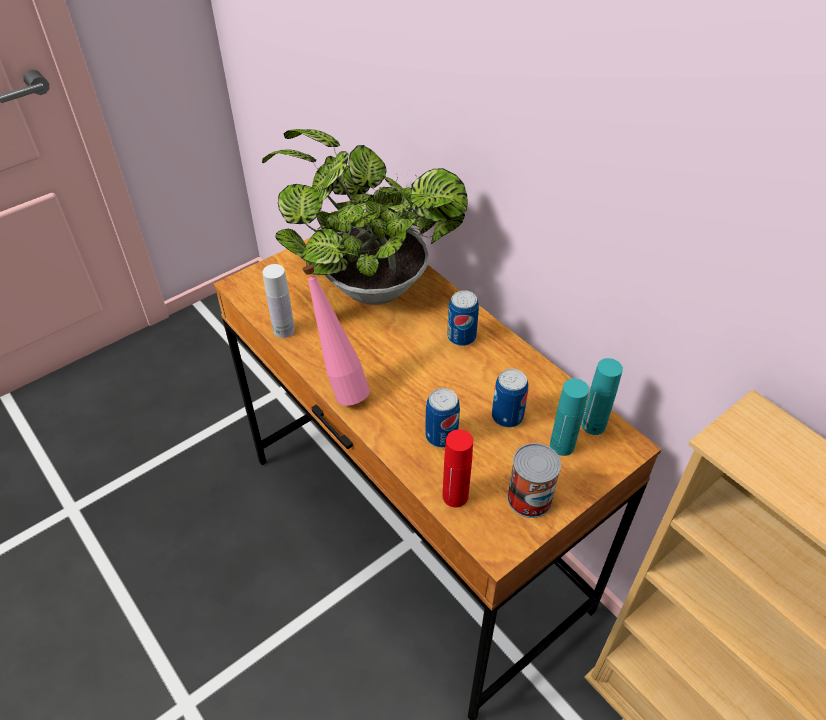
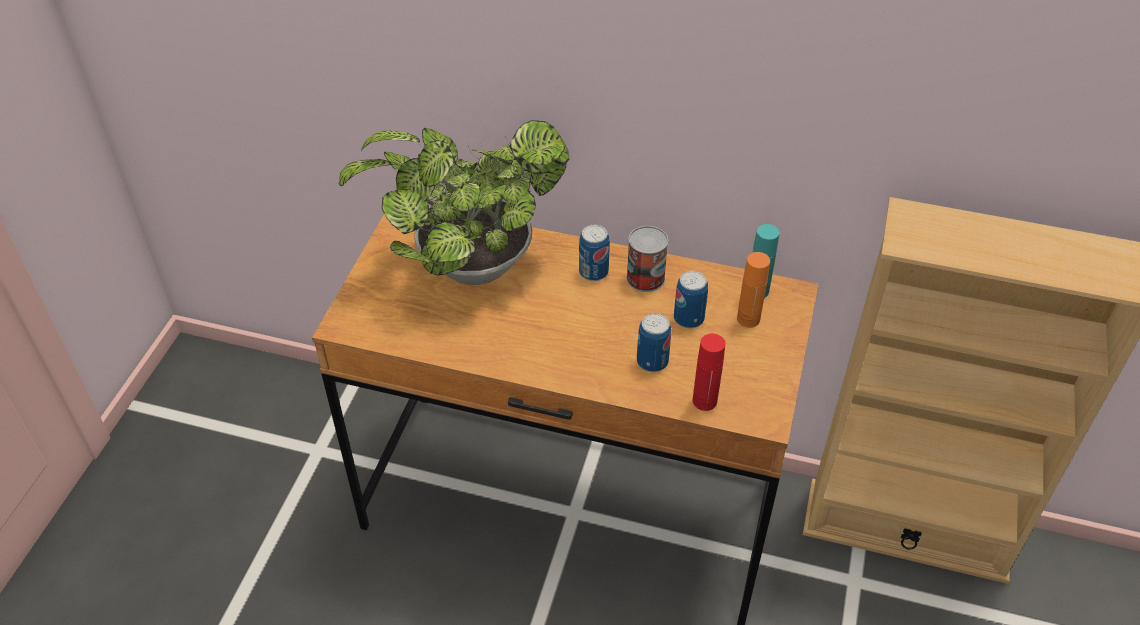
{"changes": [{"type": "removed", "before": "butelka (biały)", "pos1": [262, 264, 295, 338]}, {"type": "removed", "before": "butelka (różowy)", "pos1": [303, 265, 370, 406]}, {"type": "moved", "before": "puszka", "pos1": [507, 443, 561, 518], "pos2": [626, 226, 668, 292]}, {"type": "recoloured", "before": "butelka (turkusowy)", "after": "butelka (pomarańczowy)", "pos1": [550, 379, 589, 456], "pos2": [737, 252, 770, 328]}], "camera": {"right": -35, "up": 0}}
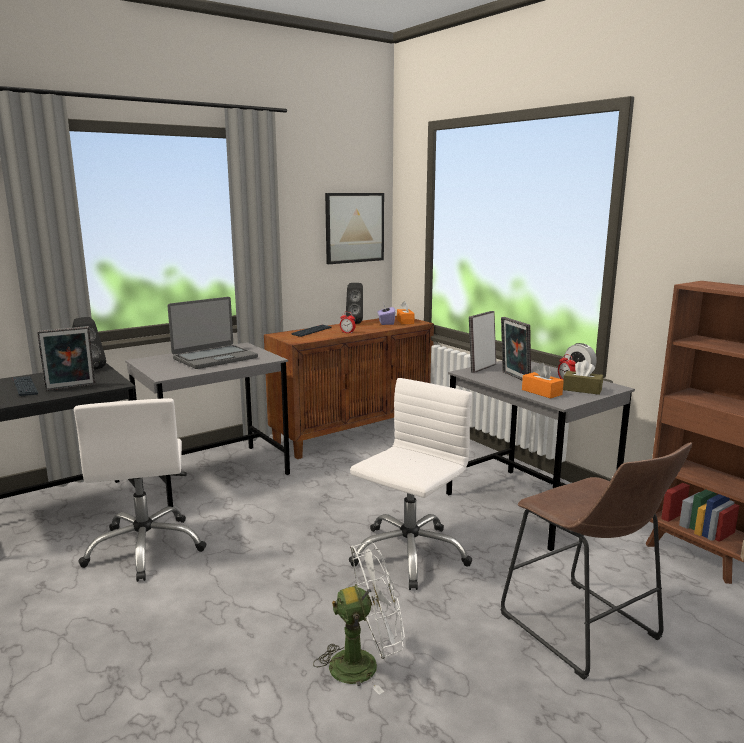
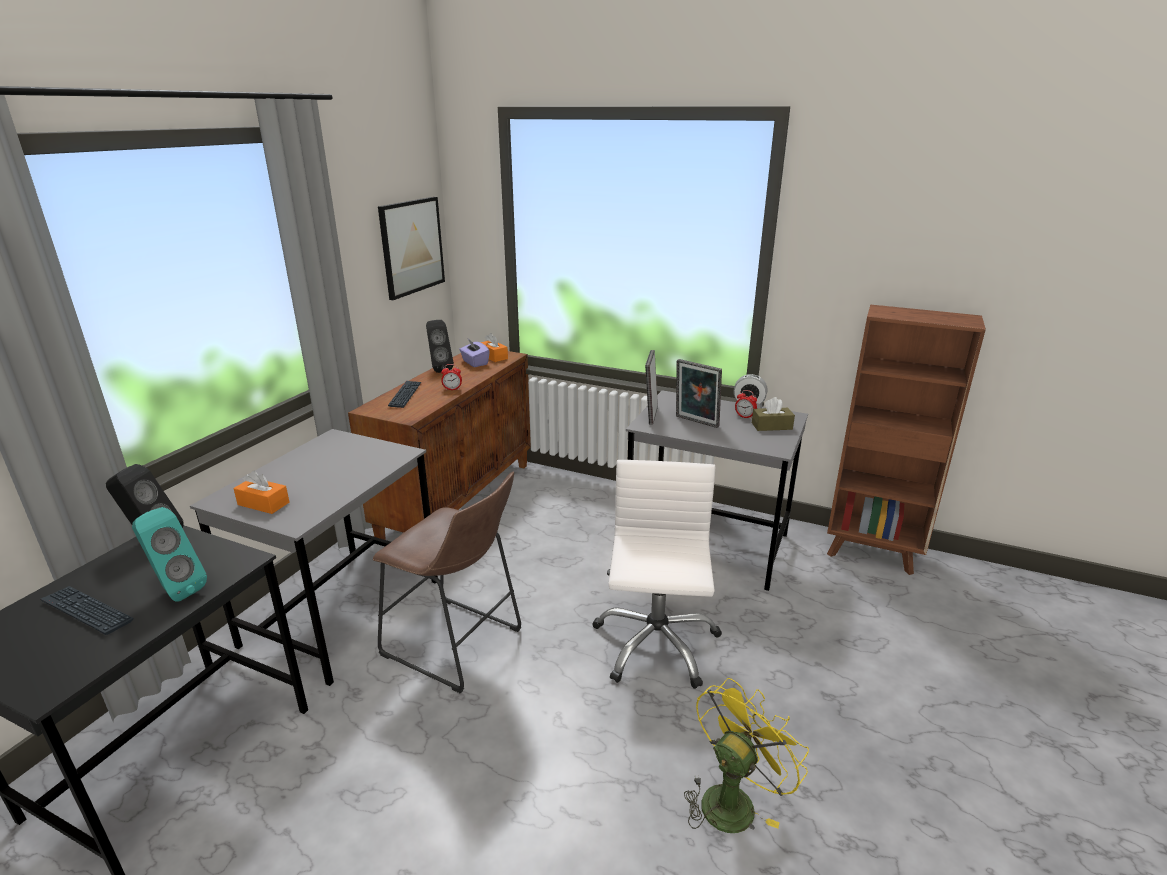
{"changes": [{"type": "replaced", "before": "ramka na zdjęcie", "after": "głośnik (turkusowy)", "pos1": [37, 326, 96, 391], "pos2": [132, 507, 207, 601]}, {"type": "removed", "before": "krzesło biurowe (biały)", "pos1": [74, 398, 207, 582]}, {"type": "removed", "before": "laptop", "pos1": [168, 297, 258, 369]}, {"type": "recoloured", "before": "wentylator (biały)", "after": "wentylator (żółty)", "pos1": [313, 542, 405, 695], "pos2": [684, 678, 809, 833]}, {"type": "moved", "before": "stołek (brązowy)", "pos1": [500, 442, 692, 680], "pos2": [373, 472, 521, 694]}, {"type": "moved", "before": "pudełko chusteczek (pomarańczowy)", "pos1": [522, 363, 564, 399], "pos2": [233, 471, 290, 514]}], "camera": {"right": -30, "up": 10}}
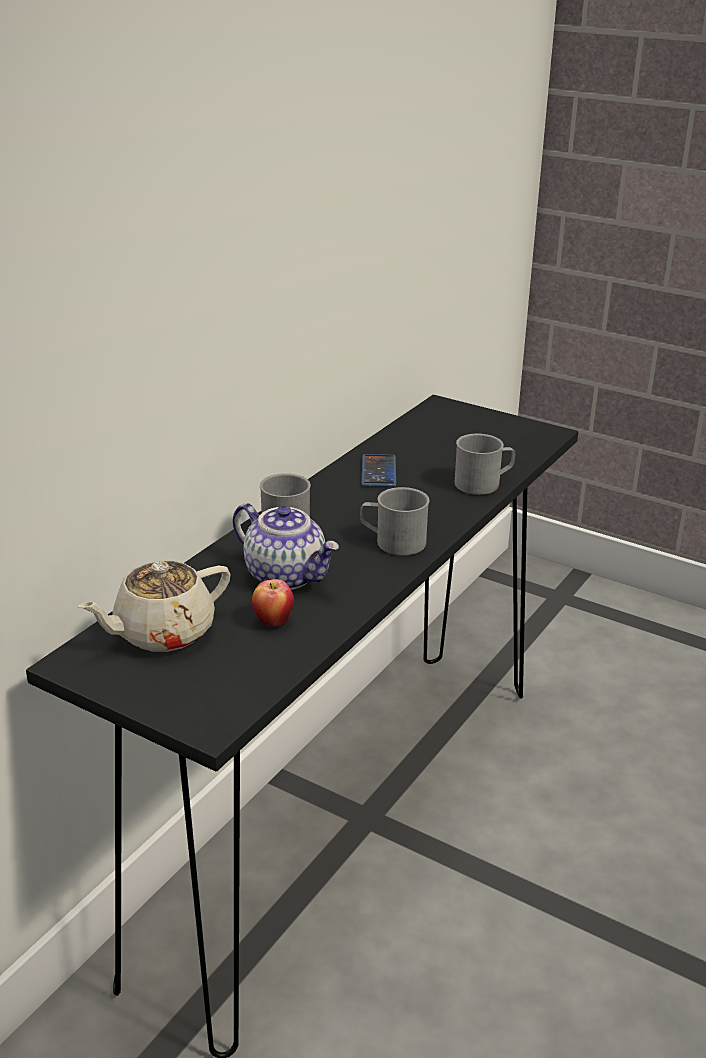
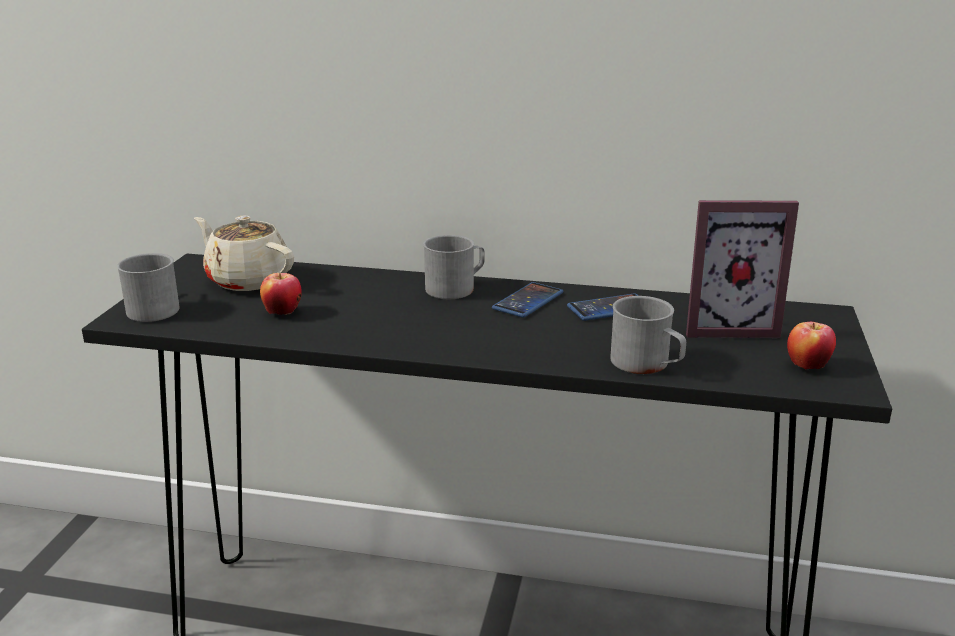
{"changes": [{"type": "removed", "before": "imbryk", "pos1": [233, 503, 339, 590]}, {"type": "moved", "before": "kubek (szary)", "pos1": [360, 487, 430, 556], "pos2": [117, 253, 179, 322]}, {"type": "added", "after": "telefon", "pos2": [492, 282, 563, 318]}, {"type": "added", "after": "ramka na zdjęcie", "pos2": [686, 200, 799, 338]}, {"type": "added", "after": "jabłko", "pos2": [787, 322, 836, 370]}], "camera": {"right": 70, "up": -5}}
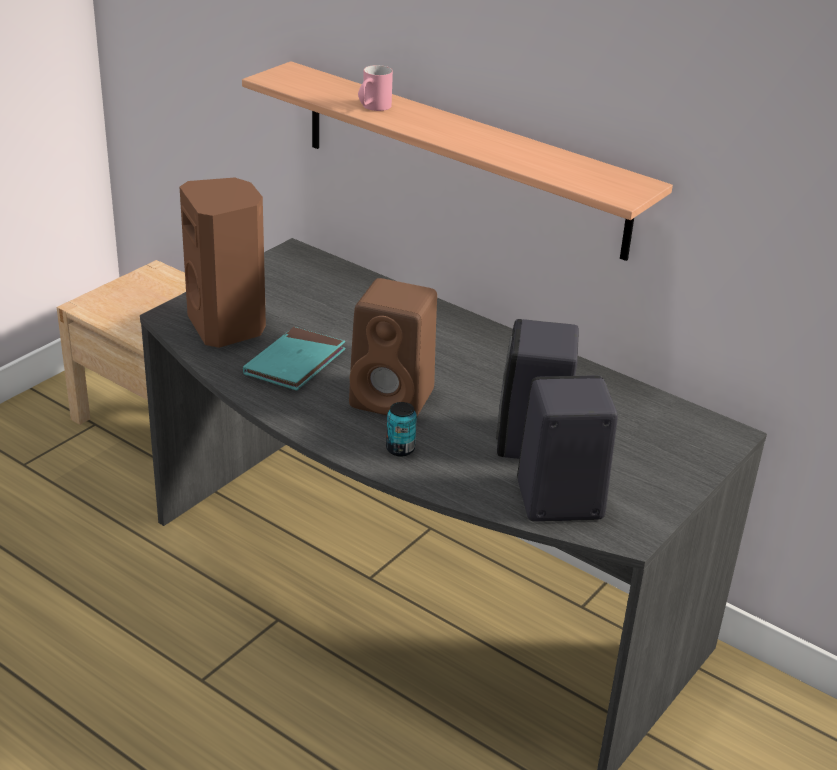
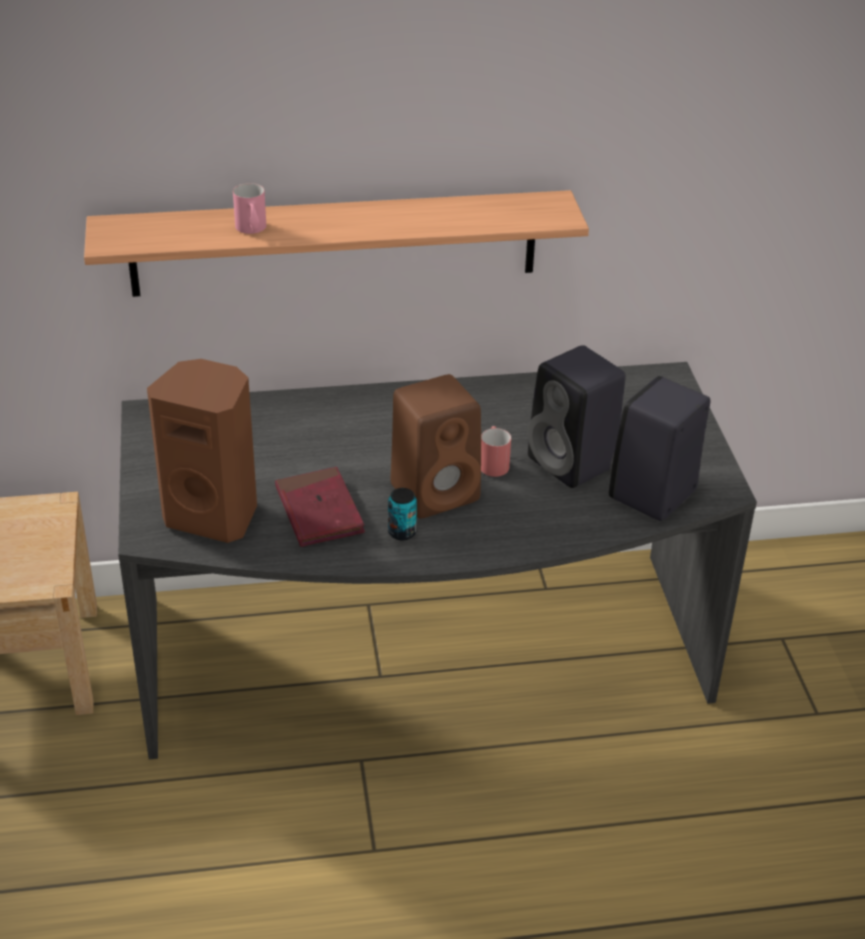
{"changes": [{"type": "recoloured", "before": "książka (turkusowy)", "after": "książka (czerwony)", "pos1": [243, 327, 346, 390], "pos2": [275, 467, 365, 547]}, {"type": "moved", "before": "puszka", "pos1": [386, 402, 417, 456], "pos2": [388, 488, 417, 540]}, {"type": "added", "after": "kubek (czerwony)", "pos2": [481, 426, 511, 477]}], "camera": {"right": -45, "up": 5}}
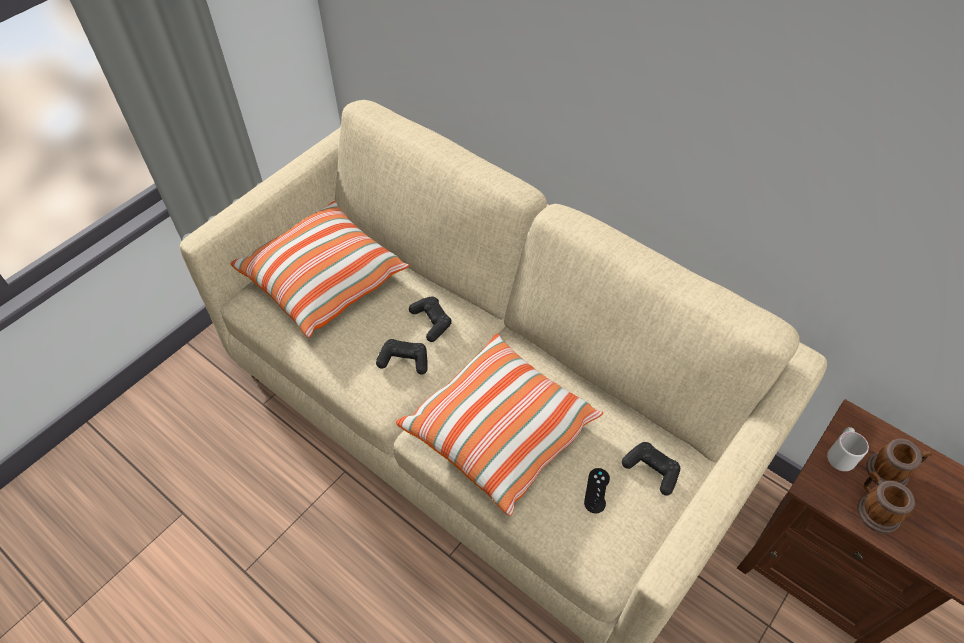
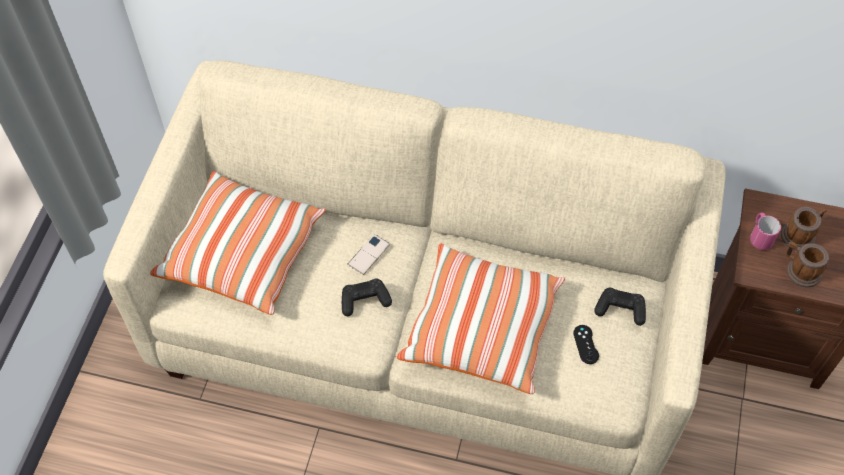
{"changes": [{"type": "replaced", "before": "pad do gier (czarny)", "after": "telefon", "pos1": [409, 296, 452, 342], "pos2": [347, 234, 390, 275]}, {"type": "recoloured", "before": "kubek (biały)", "after": "kubek (różowy)", "pos1": [827, 427, 869, 471], "pos2": [750, 213, 781, 250]}], "camera": {"right": -25, "up": 5}}
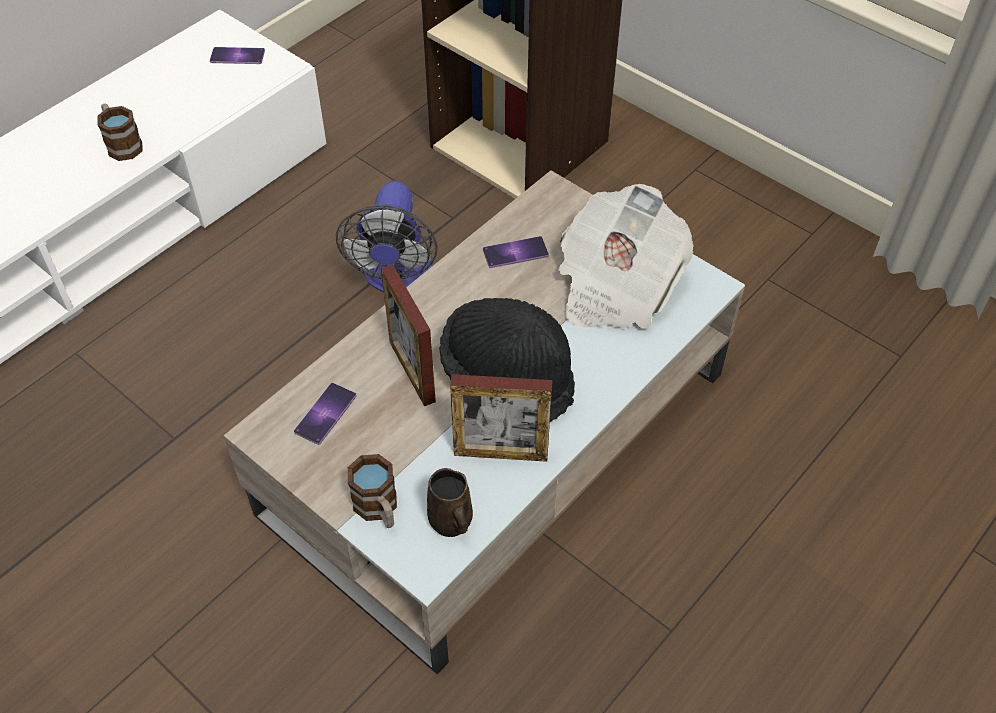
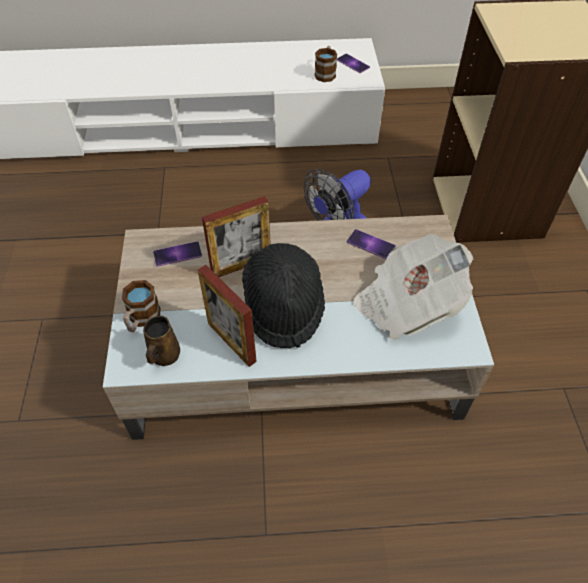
{"changes": [{"type": "moved", "before": "kubek", "pos1": [98, 104, 143, 161], "pos2": [315, 46, 337, 82]}, {"type": "turned", "before": "ramka na zdjęcie", "pos1": [381, 265, 436, 406], "pos2": [202, 196, 271, 277], "turn": -135}], "camera": {"right": 45, "up": 0}}
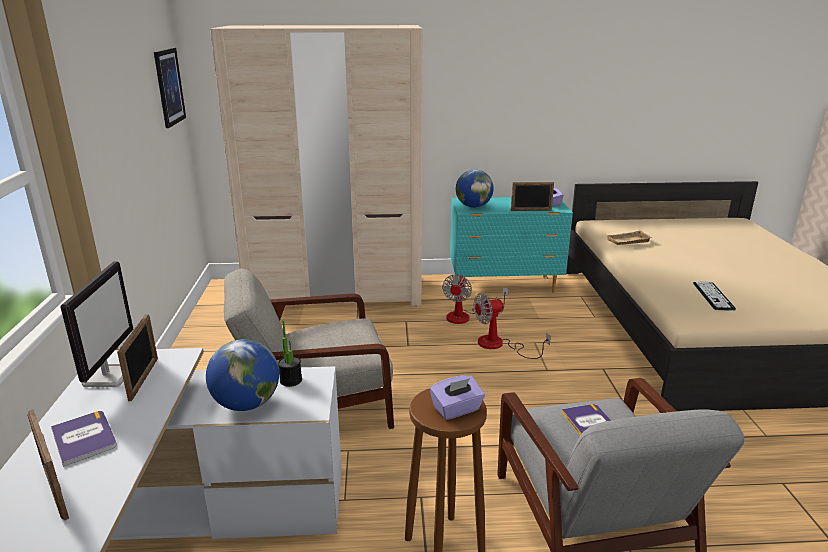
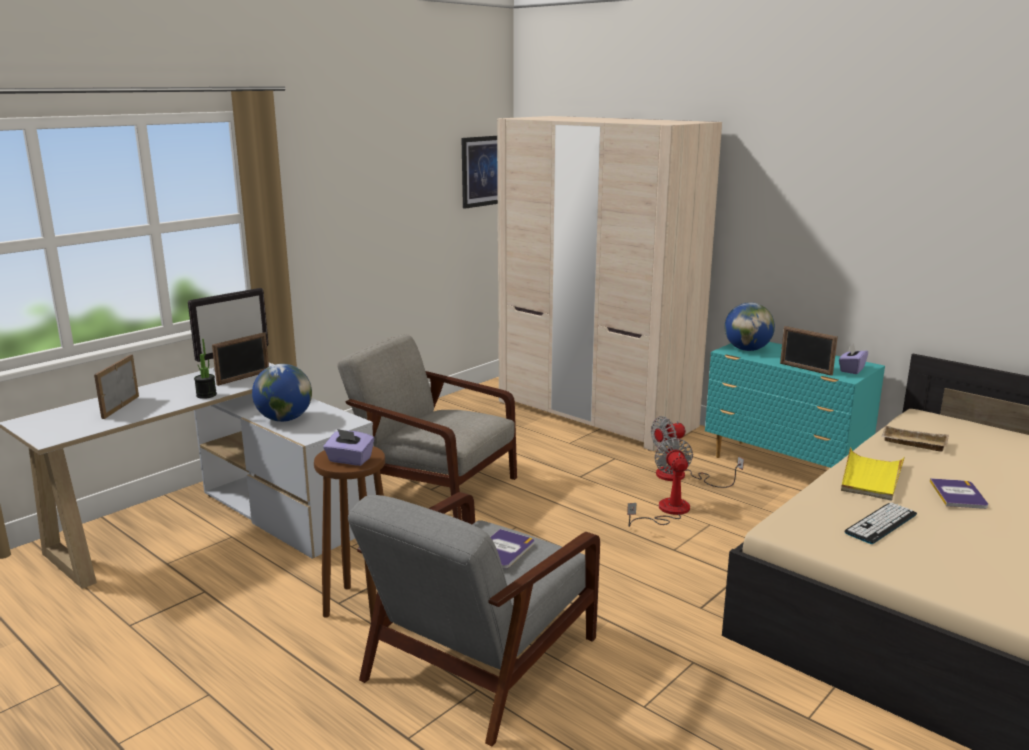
{"changes": [{"type": "moved", "before": "książka", "pos1": [51, 411, 117, 467], "pos2": [930, 478, 988, 509]}, {"type": "moved", "before": "roślina doniczkowa", "pos1": [278, 320, 302, 387], "pos2": [194, 339, 217, 399]}, {"type": "turned", "before": "wentylator", "pos1": [474, 293, 551, 359], "pos2": [627, 438, 693, 527], "turn": 60}, {"type": "added", "after": "taca (żółty)", "pos2": [841, 447, 905, 501]}], "camera": {"right": 45, "up": -5}}
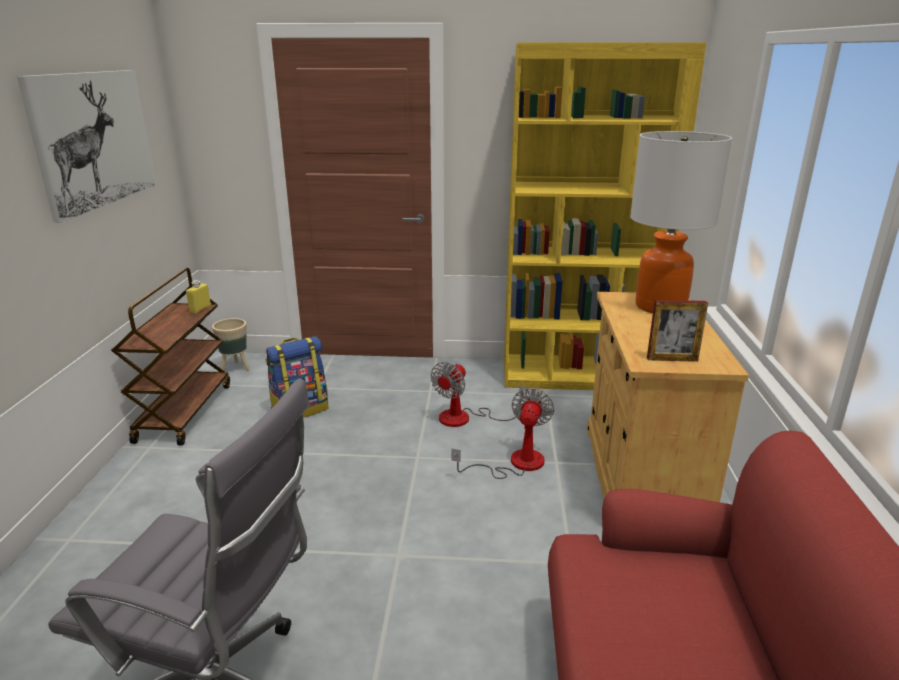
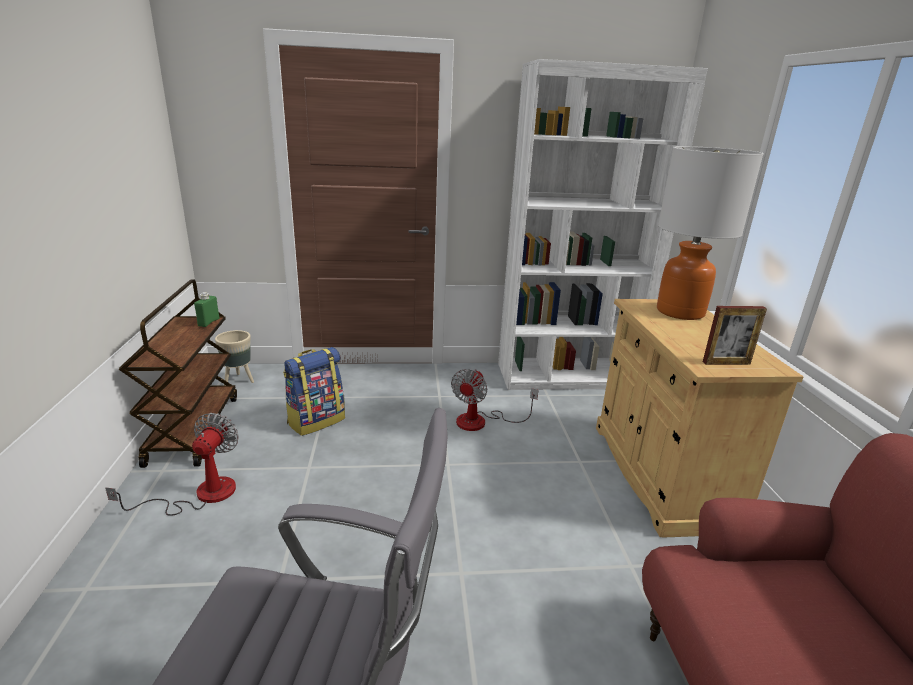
{"changes": [{"type": "removed", "before": "obraz", "pos1": [17, 70, 156, 223]}, {"type": "recoloured", "before": "butelka (żółty)", "after": "butelka (zielony)", "pos1": [186, 280, 211, 314], "pos2": [194, 292, 220, 327]}, {"type": "moved", "before": "wentylator", "pos1": [451, 388, 554, 479], "pos2": [105, 413, 239, 516]}, {"type": "recoloured", "before": "regał (żółty)", "after": "regał (biały)", "pos1": [504, 42, 706, 390], "pos2": [498, 59, 708, 390]}], "camera": {"right": -10, "up": 0}}
